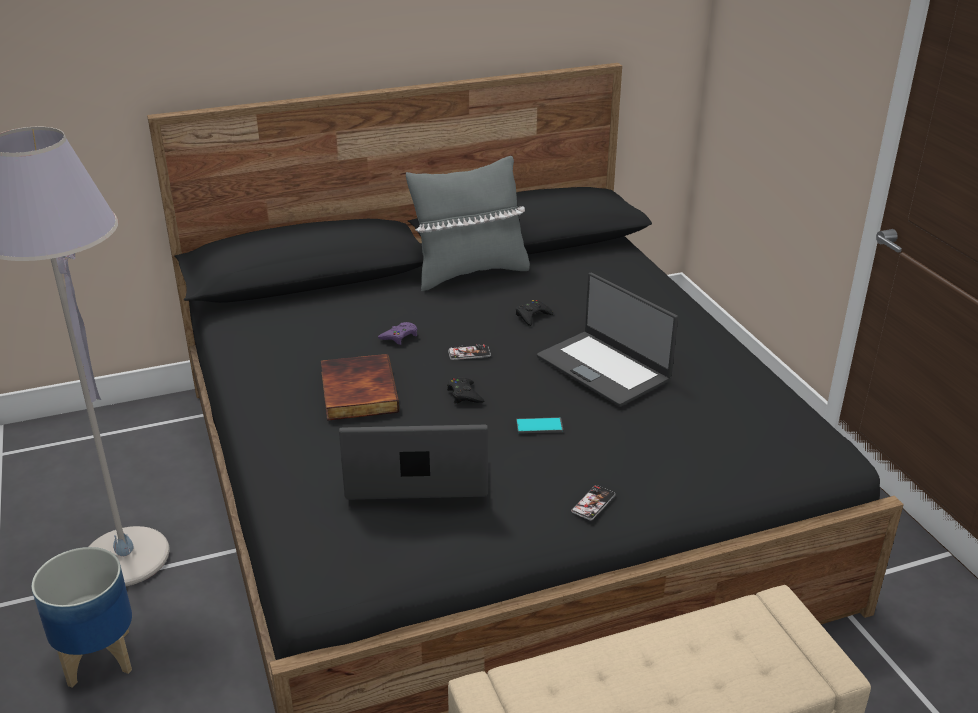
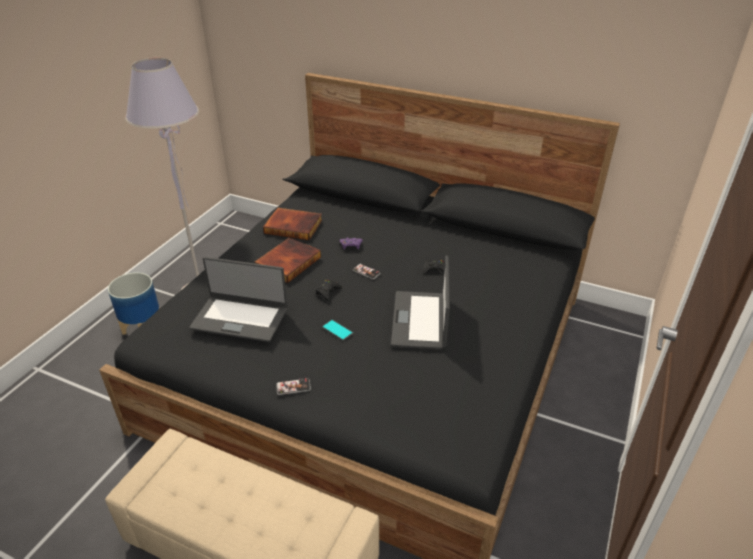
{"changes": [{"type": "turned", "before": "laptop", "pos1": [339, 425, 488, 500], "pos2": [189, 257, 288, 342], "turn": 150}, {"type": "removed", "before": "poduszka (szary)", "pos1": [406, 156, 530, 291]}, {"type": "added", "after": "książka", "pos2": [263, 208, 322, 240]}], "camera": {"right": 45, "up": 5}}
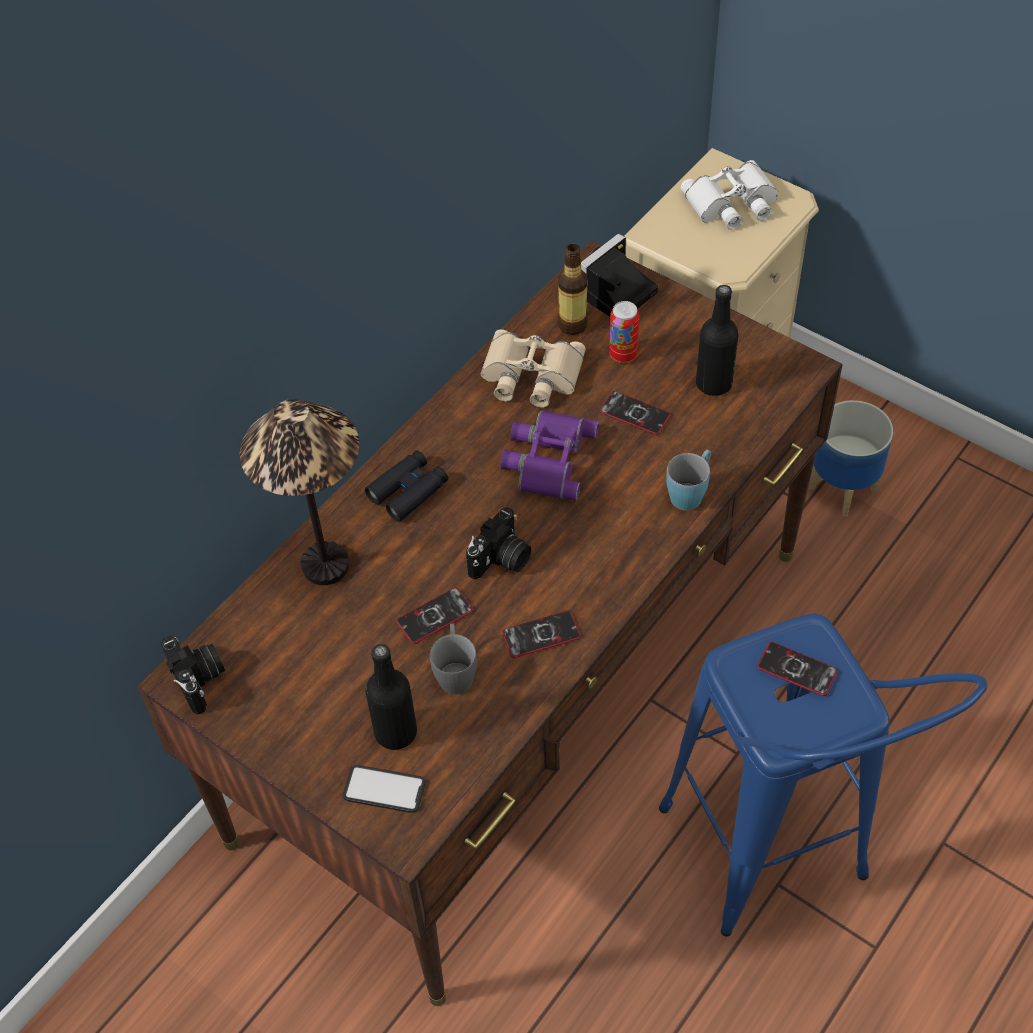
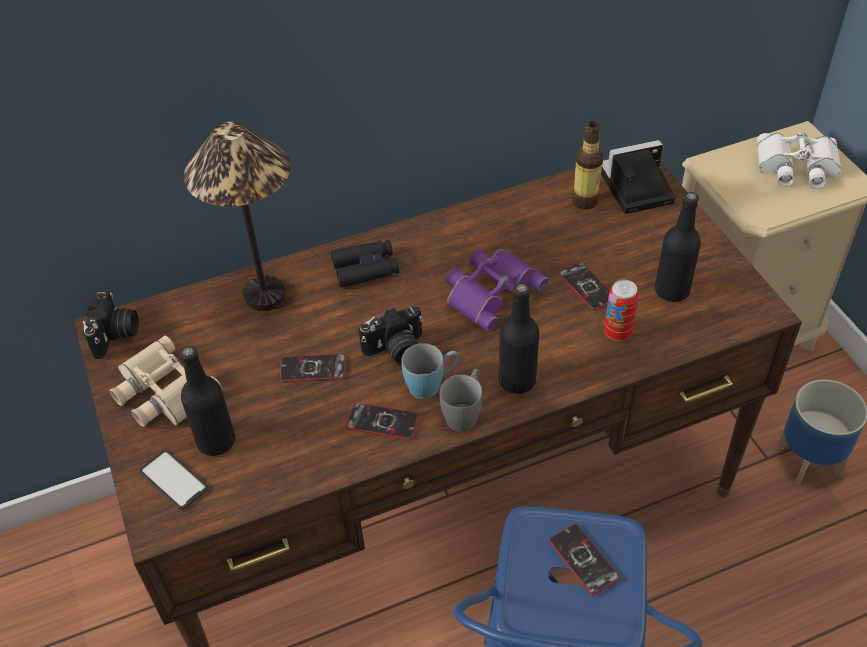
{"changes": [{"type": "moved", "before": "kubek (szary)", "pos1": [430, 623, 477, 694], "pos2": [440, 369, 483, 432]}, {"type": "moved", "before": "lornetka (beżowy)", "pos1": [481, 329, 586, 408], "pos2": [110, 336, 223, 427]}, {"type": "moved", "before": "puszka", "pos1": [609, 301, 639, 363], "pos2": [604, 280, 639, 341]}, {"type": "moved", "before": "kubek (niebieski)", "pos1": [666, 450, 711, 511], "pos2": [401, 343, 458, 399]}, {"type": "added", "after": "butelka (czarny)", "pos2": [499, 283, 539, 394]}], "camera": {"right": 30, "up": -5}}
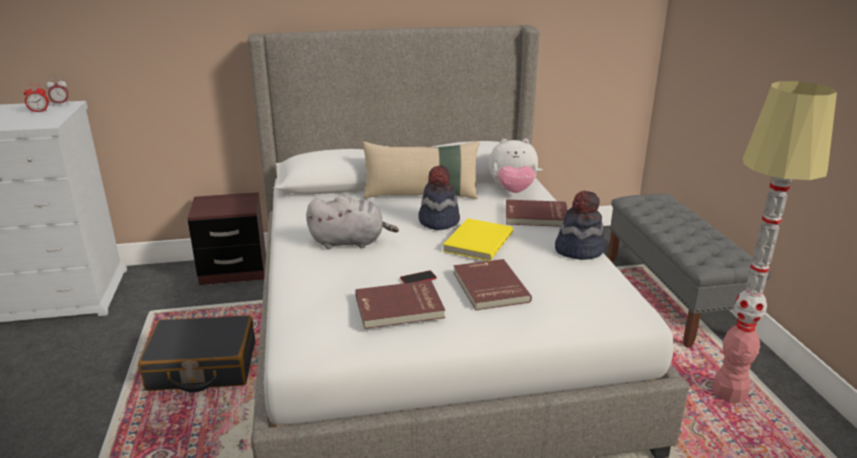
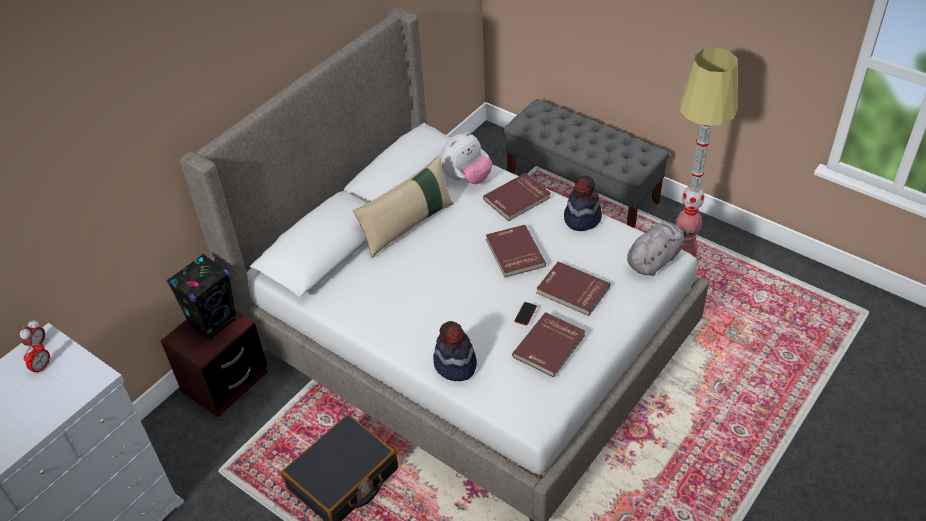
{"changes": [{"type": "moved", "before": "pluszak (szary)", "pos1": [306, 196, 399, 249], "pos2": [627, 221, 694, 276]}, {"type": "moved", "before": "kapelusz", "pos1": [418, 165, 460, 230], "pos2": [433, 321, 477, 381]}, {"type": "recoloured", "before": "książka (żółty)", "after": "książka (czerwony)", "pos1": [443, 218, 513, 261], "pos2": [486, 225, 546, 278]}, {"type": "added", "after": "głośnik (czarny)", "pos2": [167, 254, 237, 341]}], "camera": {"right": -40, "up": 20}}
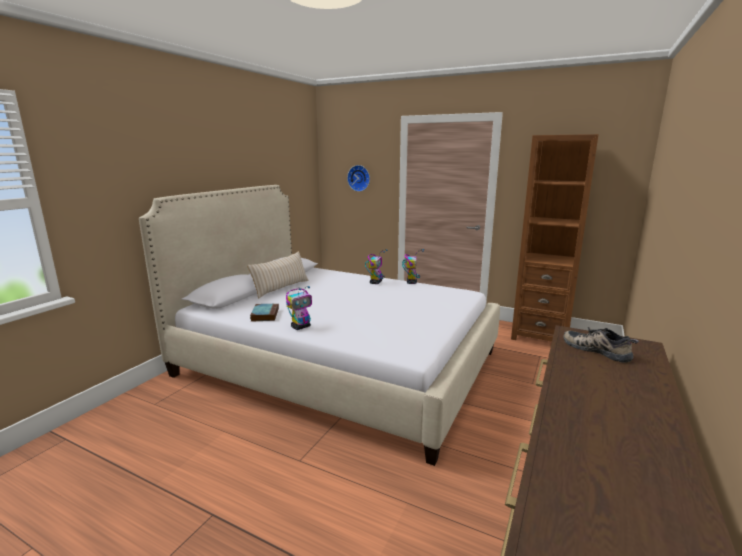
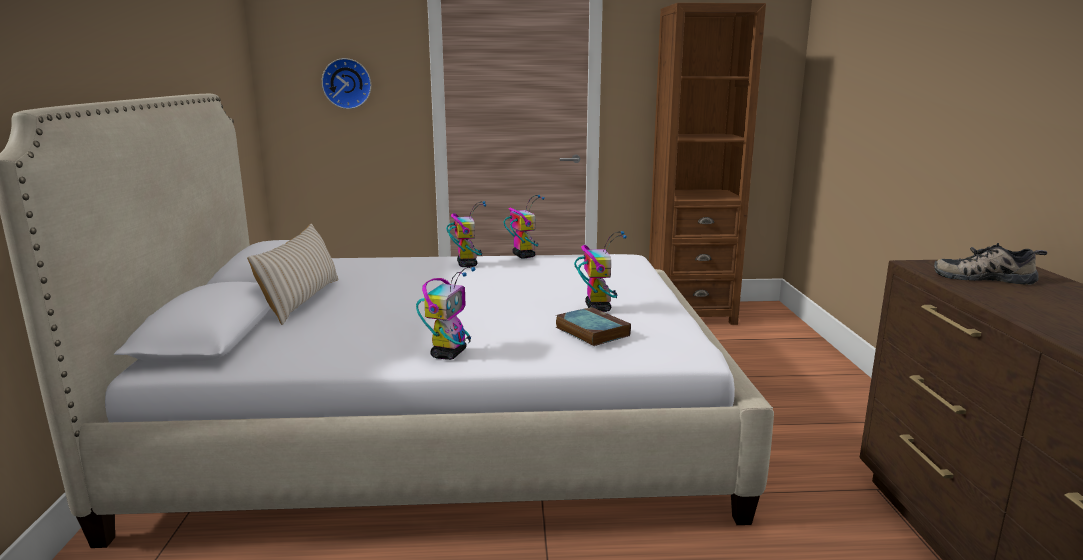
{"changes": [{"type": "moved", "before": "książka", "pos1": [250, 304, 279, 322], "pos2": [556, 307, 631, 346]}, {"type": "added", "after": "robot zabawkowy", "pos2": [574, 231, 627, 312]}], "camera": {"right": -30, "up": 0}}
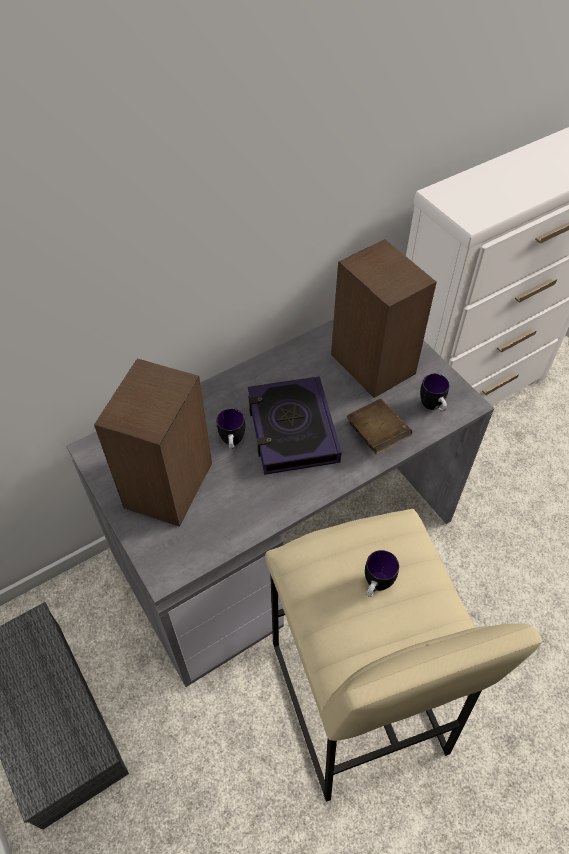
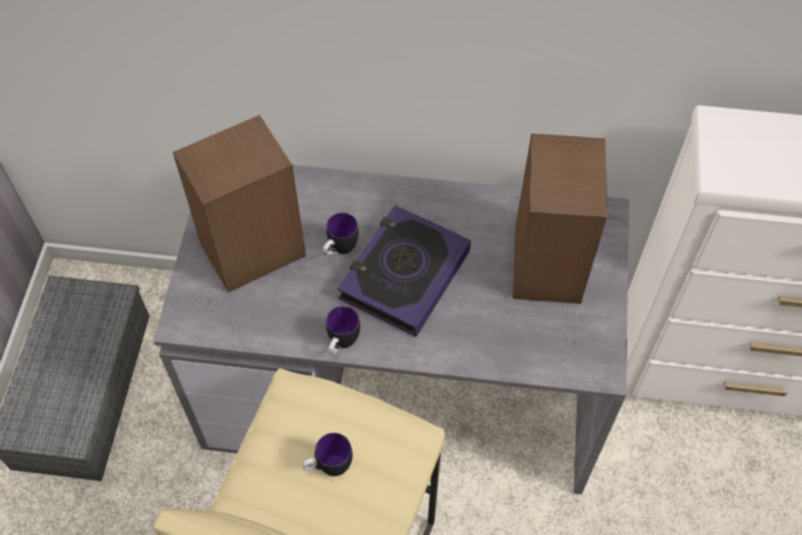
{"changes": [{"type": "removed", "before": "książka (brązowy)", "pos1": [347, 399, 412, 454]}, {"type": "moved", "before": "kubek", "pos1": [420, 374, 450, 411], "pos2": [326, 306, 360, 354]}], "camera": {"right": 40, "up": 5}}
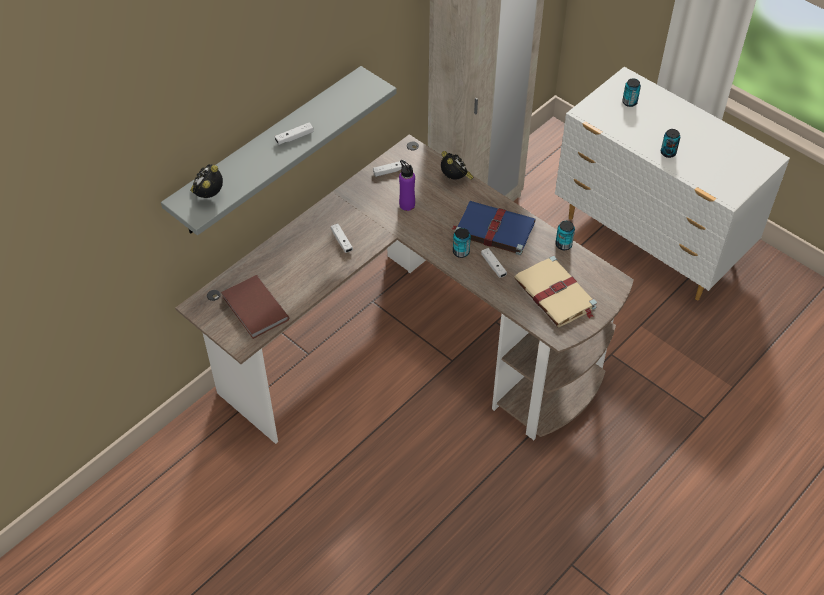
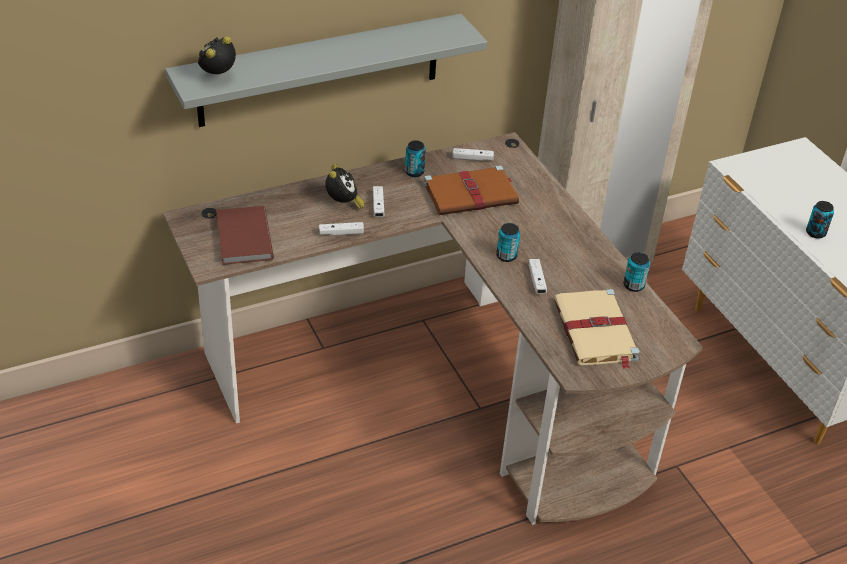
{"changes": [{"type": "moved", "before": "pad do gier (biały)", "pos1": [275, 123, 314, 145], "pos2": [319, 222, 364, 236]}, {"type": "replaced", "before": "butelka (fioletowy)", "after": "książka (brązowy)", "pos1": [399, 160, 415, 211], "pos2": [424, 166, 519, 215]}, {"type": "moved", "before": "budzik", "pos1": [441, 151, 474, 180], "pos2": [325, 164, 365, 209]}, {"type": "removed", "before": "książka (niebieski)", "pos1": [452, 201, 536, 255]}, {"type": "moved", "before": "puszka", "pos1": [622, 78, 641, 107], "pos2": [405, 141, 426, 177]}], "camera": {"right": 20, "up": -10}}
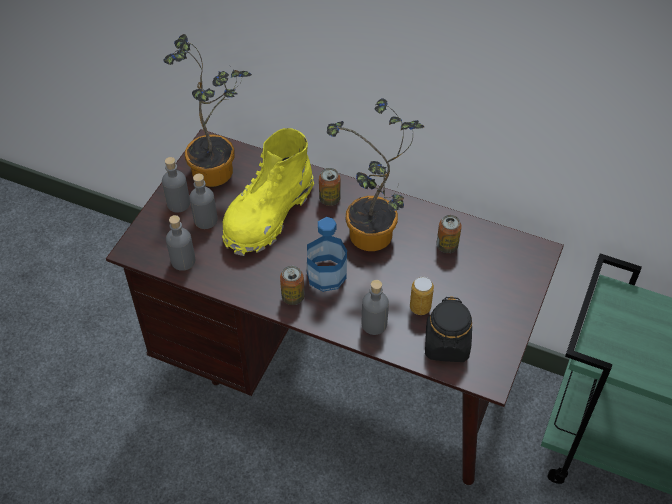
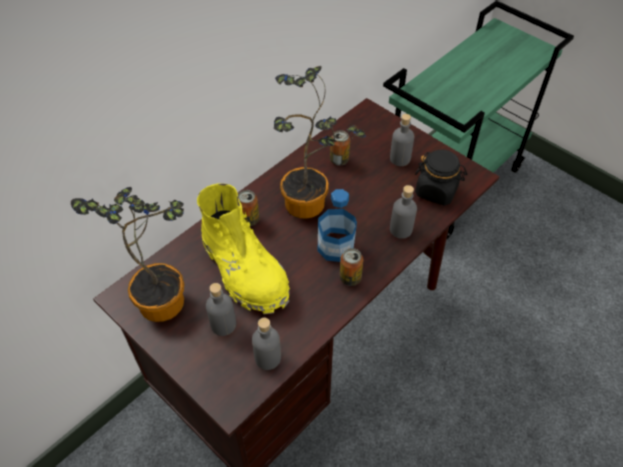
{"changes": [{"type": "moved", "before": "butelka (szary)", "pos1": [162, 157, 190, 212], "pos2": [390, 114, 414, 166]}, {"type": "removed", "before": "puszka", "pos1": [410, 277, 434, 315]}], "camera": {"right": -70, "up": 0}}
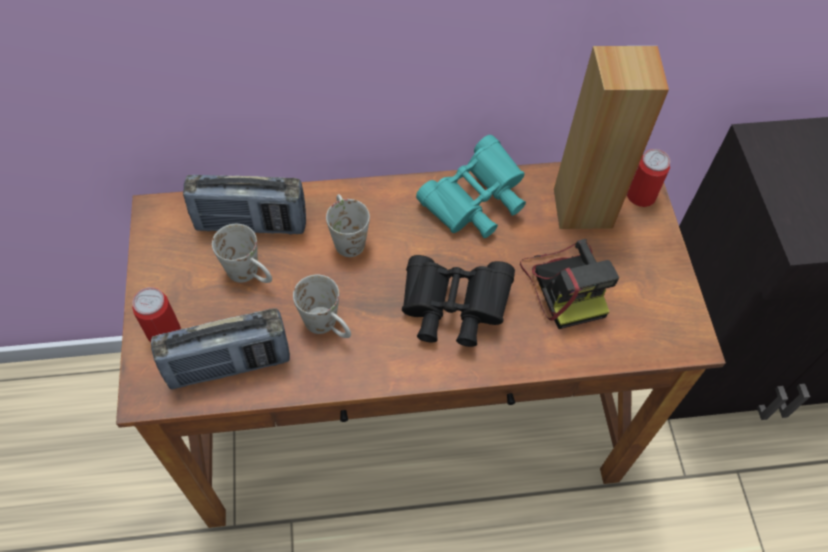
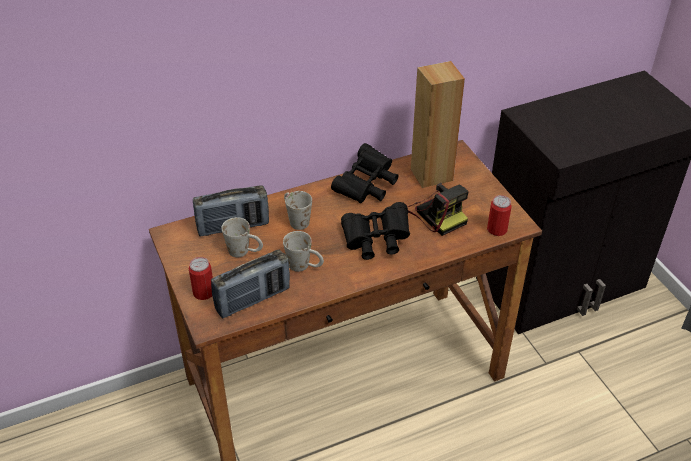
{"changes": [{"type": "recoloured", "before": "lornetka (turkusowy)", "after": "lornetka (czarny)", "pos1": [416, 135, 526, 238], "pos2": [331, 143, 398, 203]}, {"type": "moved", "before": "puszka", "pos1": [627, 149, 670, 207], "pos2": [487, 195, 512, 236]}], "camera": {"right": -15, "up": -15}}
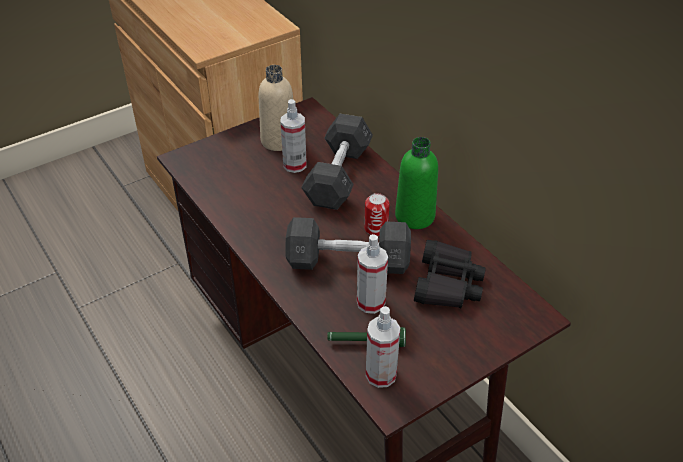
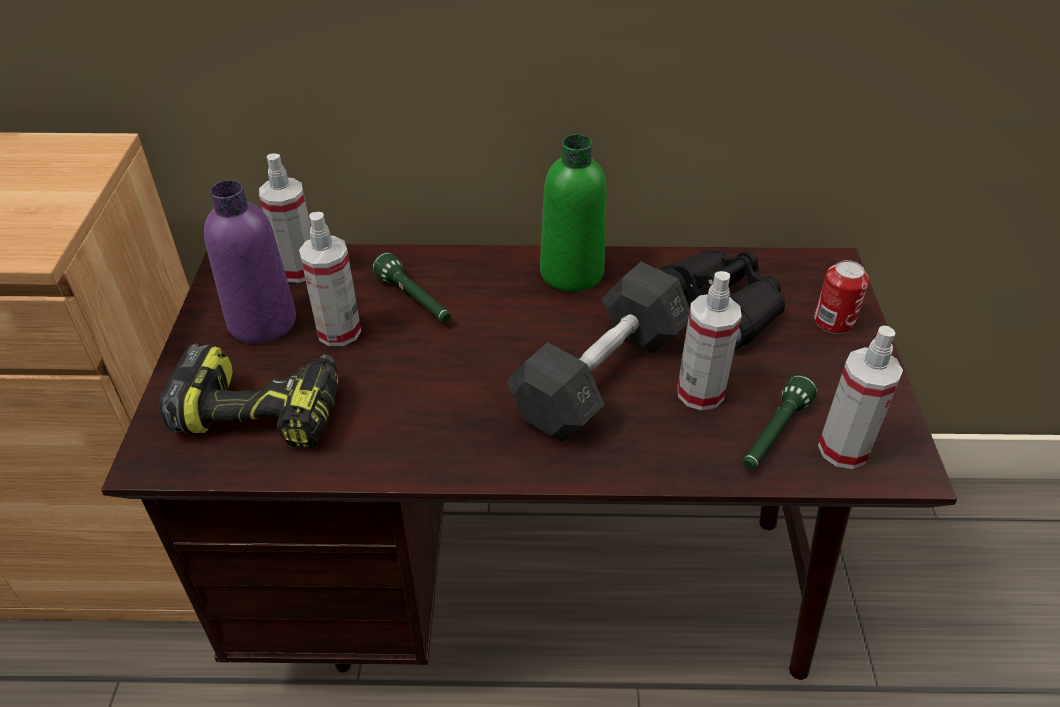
{"changes": [{"type": "recoloured", "before": "butelka (beżowy)", "after": "butelka (fioletowy)", "pos1": [259, 65, 293, 151], "pos2": [204, 180, 296, 344]}, {"type": "replaced", "before": "hantel (szary)", "after": "latarka (zielony)", "pos1": [301, 114, 373, 210], "pos2": [372, 253, 451, 322]}, {"type": "moved", "before": "puszka", "pos1": [364, 193, 390, 236], "pos2": [814, 260, 869, 334]}, {"type": "added", "after": "wiertarka", "pos2": [159, 344, 338, 448]}, {"type": "added", "after": "spryskiwacz", "pos2": [259, 153, 311, 283]}], "camera": {"right": -55, "up": 0}}
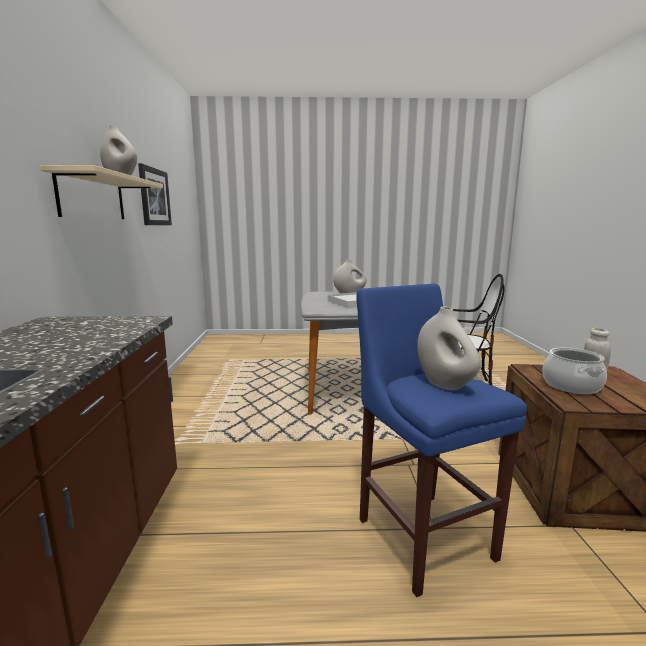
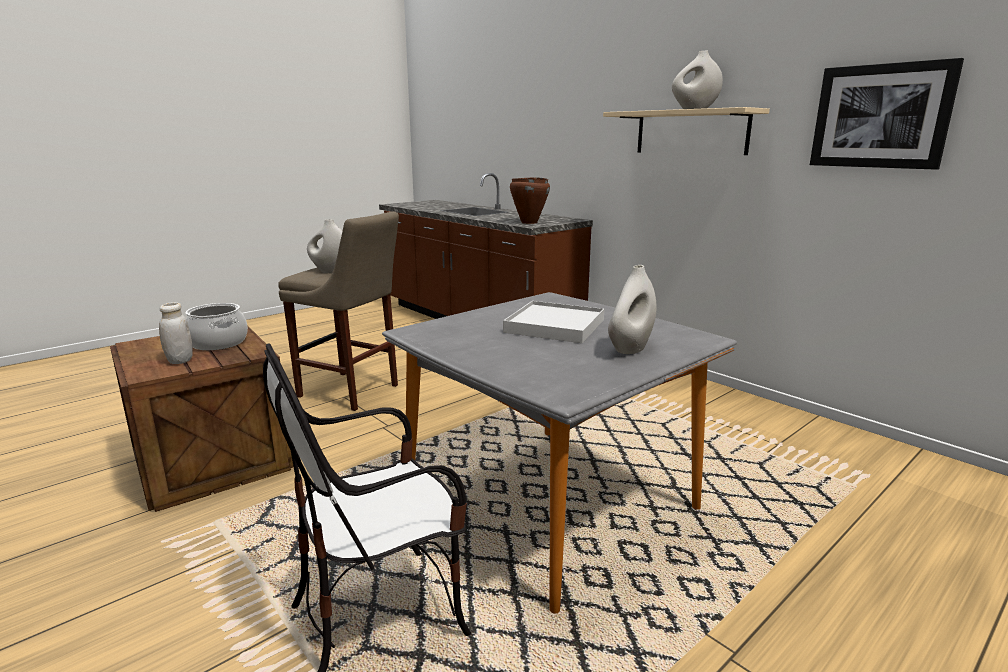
{"changes": [{"type": "recoloured", "before": "stołek (niebieski)", "after": "stołek (beżowy)", "pos1": [356, 284, 527, 597], "pos2": [278, 211, 399, 411]}, {"type": "added", "after": "garnek (brązowy)", "pos2": [510, 177, 550, 224]}], "camera": {"right": 140, "up": 5}}
